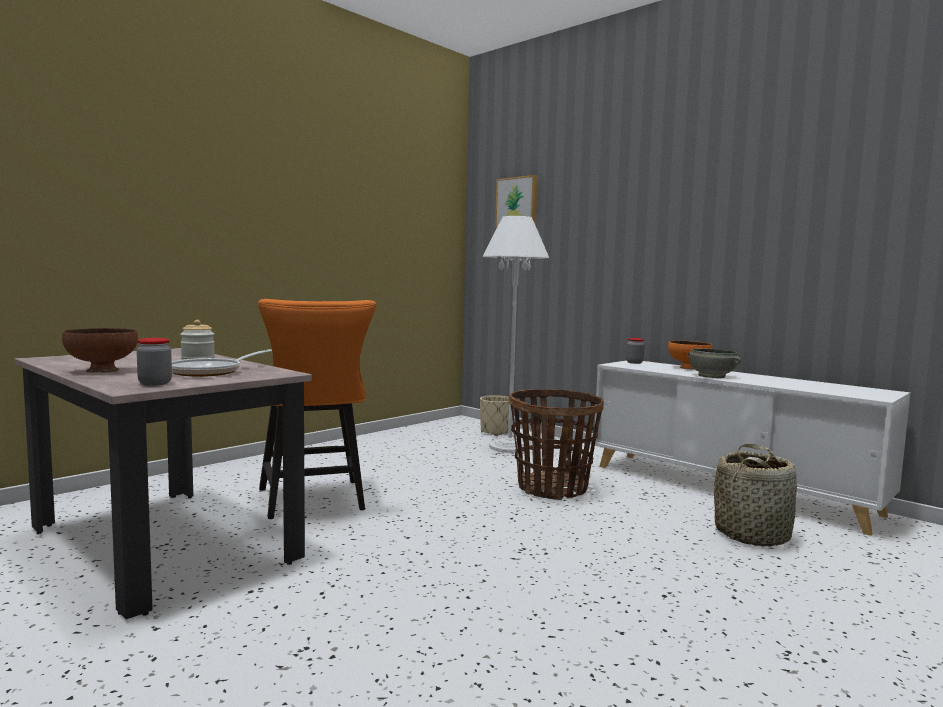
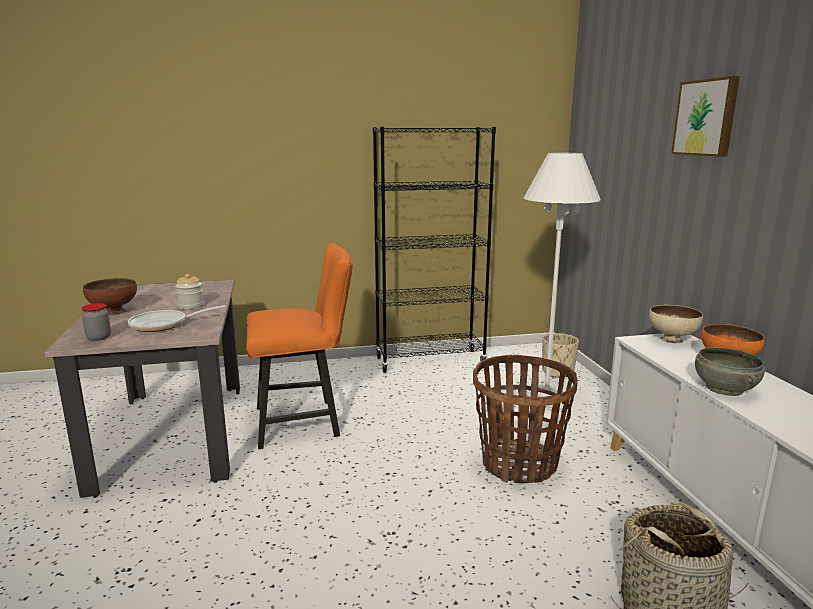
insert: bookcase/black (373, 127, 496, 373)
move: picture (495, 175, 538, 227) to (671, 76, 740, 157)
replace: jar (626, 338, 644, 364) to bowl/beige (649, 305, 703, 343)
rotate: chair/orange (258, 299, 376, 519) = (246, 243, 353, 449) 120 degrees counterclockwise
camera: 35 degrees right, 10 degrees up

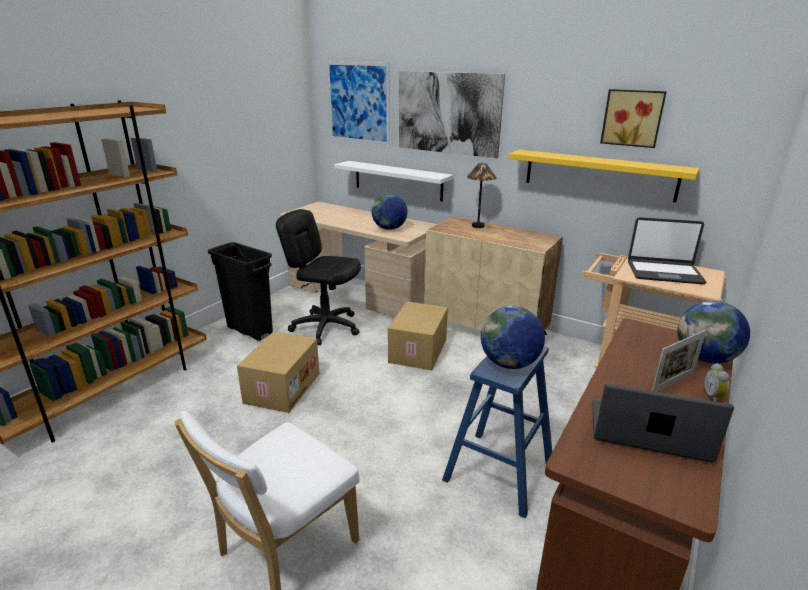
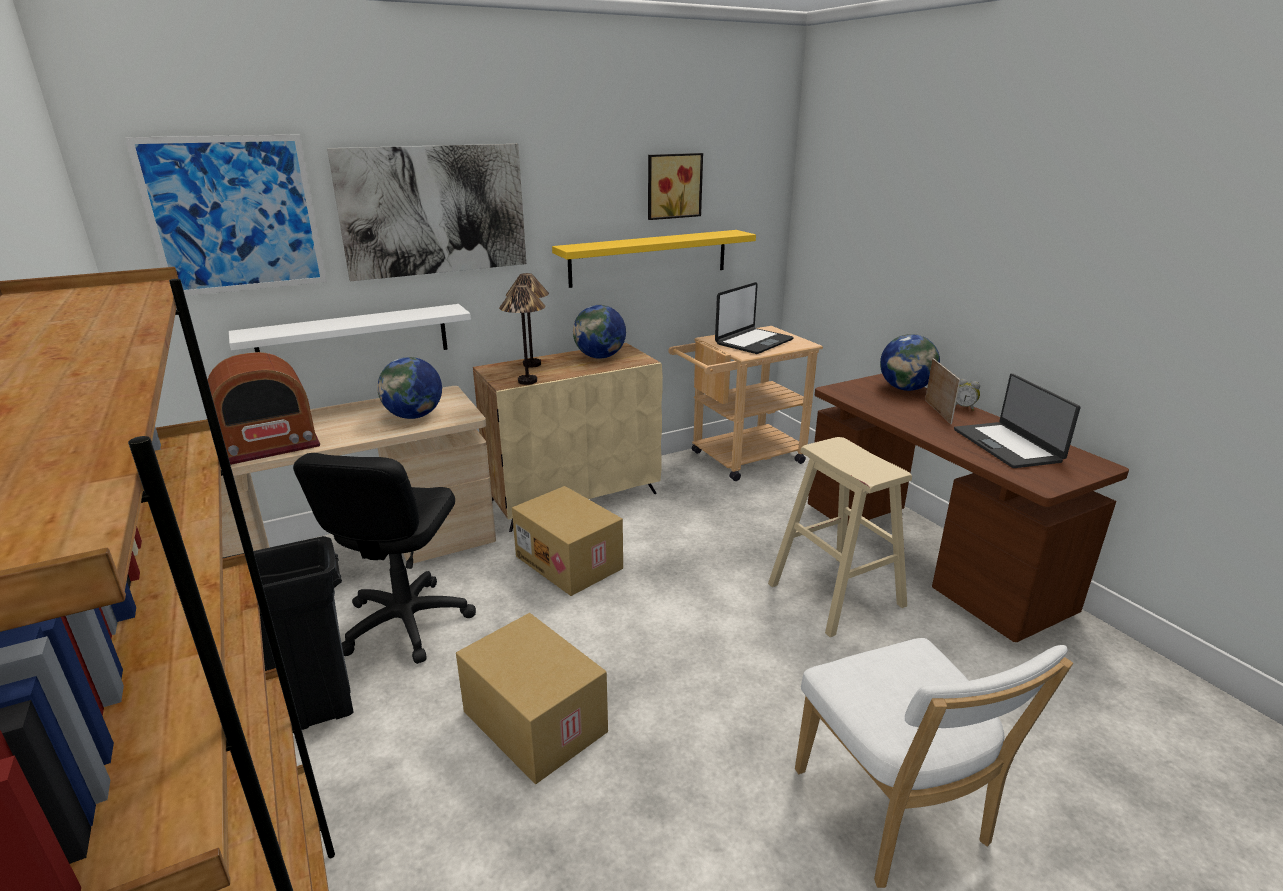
insert: radio (208, 352, 320, 465); table lamp (499, 285, 546, 385)
move: globe (481, 306, 545, 369) to (573, 305, 626, 359)
recolor: stool/blue (442, 346, 552, 518) to stool/beige (768, 437, 912, 637)
rotate: office chair/black (276, 209, 361, 345) = (293, 453, 476, 664) 45 degrees counterclockwise; laptop (592, 384, 734, 462) = (954, 374, 1081, 468) 60 degrees counterclockwise
camera: 60 degrees left, 0 degrees up

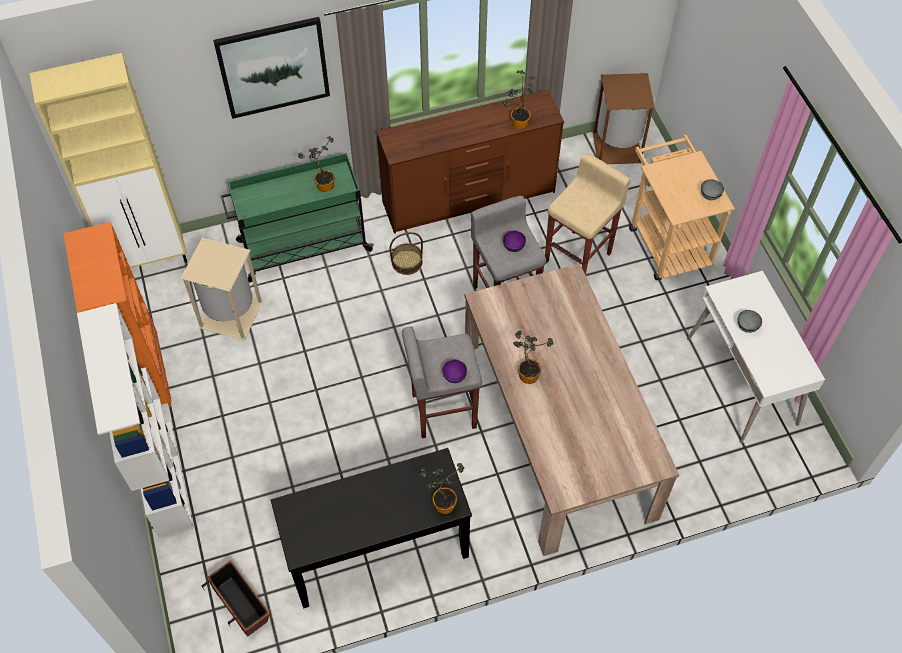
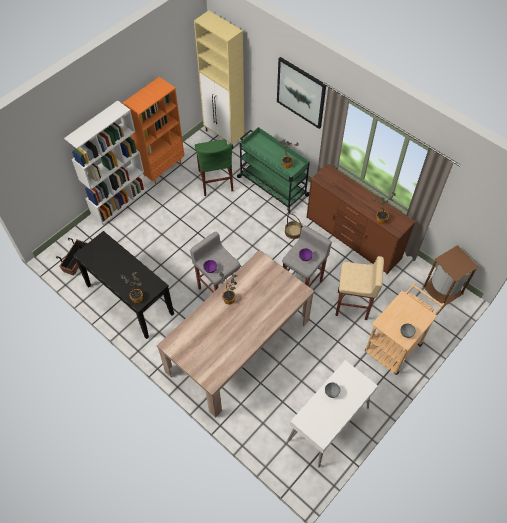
replace: trash can/beige (180, 238, 263, 340) to chair/green (195, 139, 233, 196)
camera: 60 degrees right, 0 degrees up

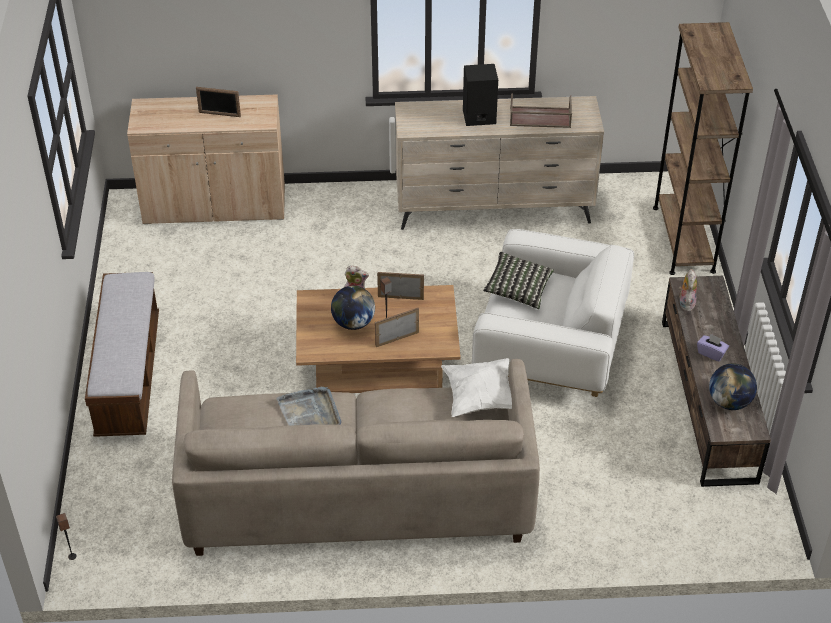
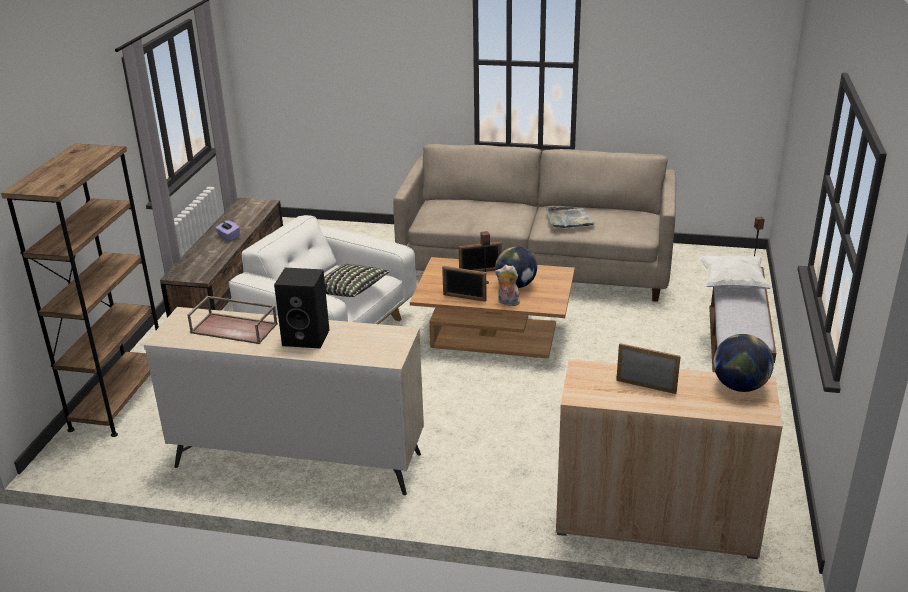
delete: plush toy (678, 269, 697, 311)
move: pillow/white (441, 358, 512, 417) to (699, 255, 772, 289); globe (709, 363, 757, 410) to (713, 334, 774, 392)
camera: 165 degrees left, 15 degrees down

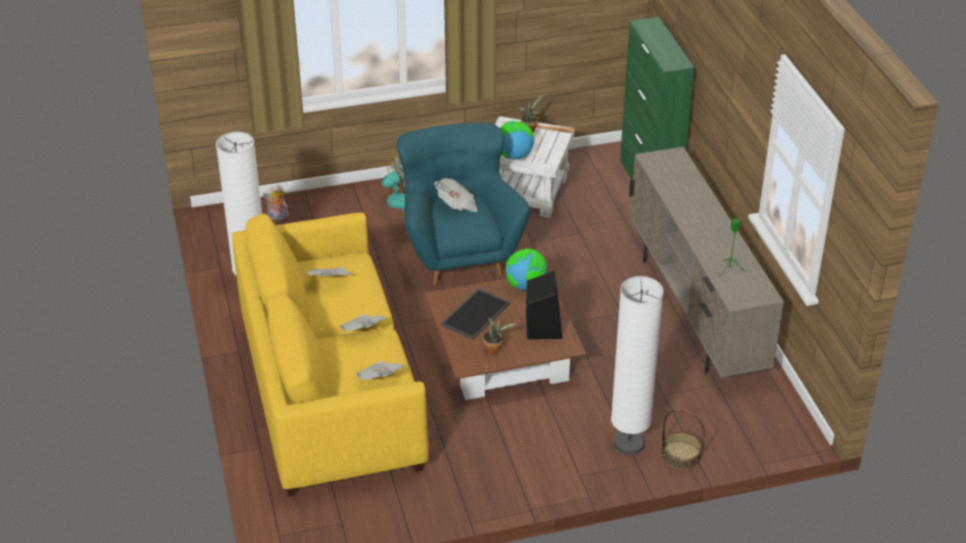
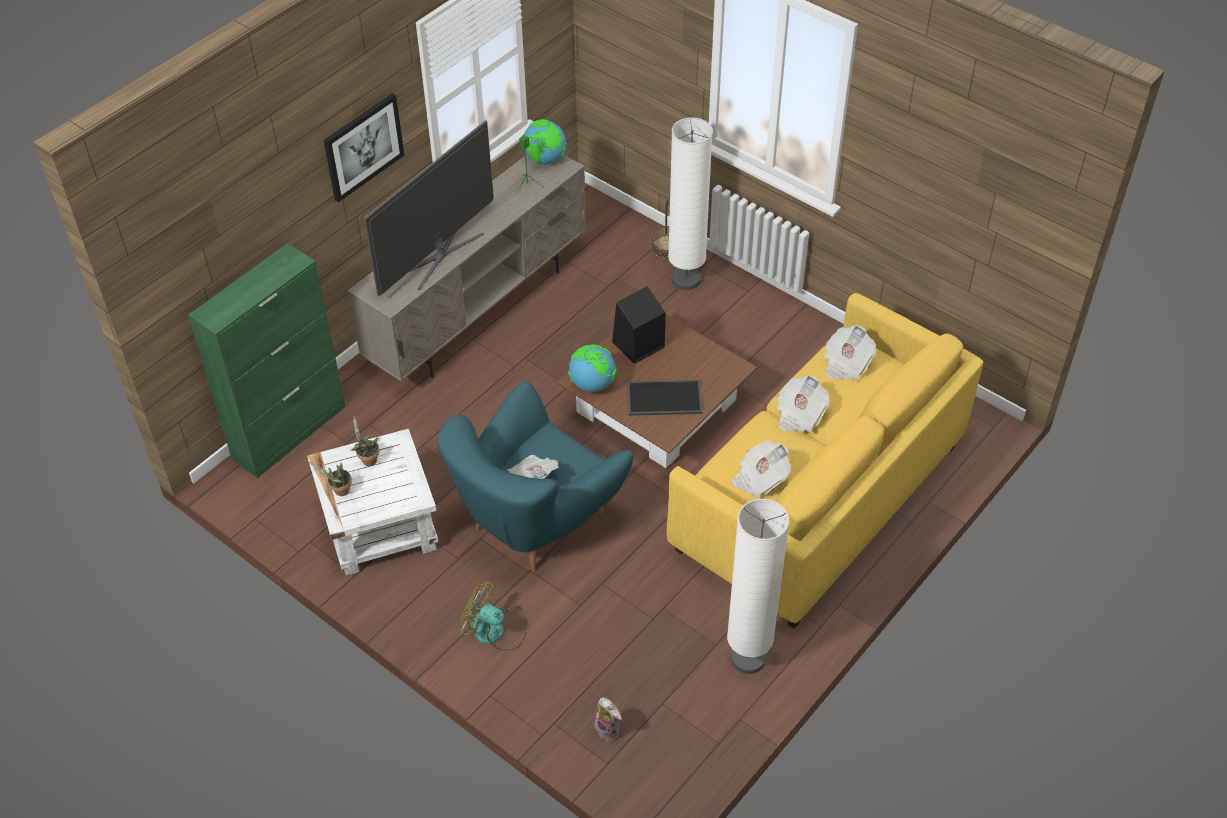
insert: picture (324, 93, 404, 203); television (364, 120, 494, 296)
move: potted plant (483, 317, 517, 354) to (350, 416, 379, 466); globe (500, 121, 534, 160) to (524, 119, 567, 164)
camera: 125 degrees left, 10 degrees up

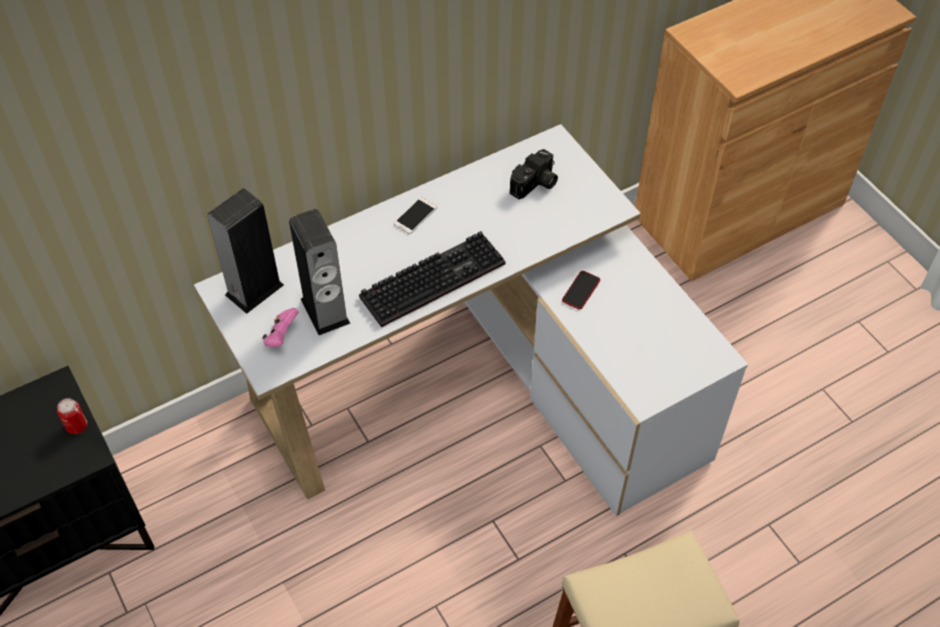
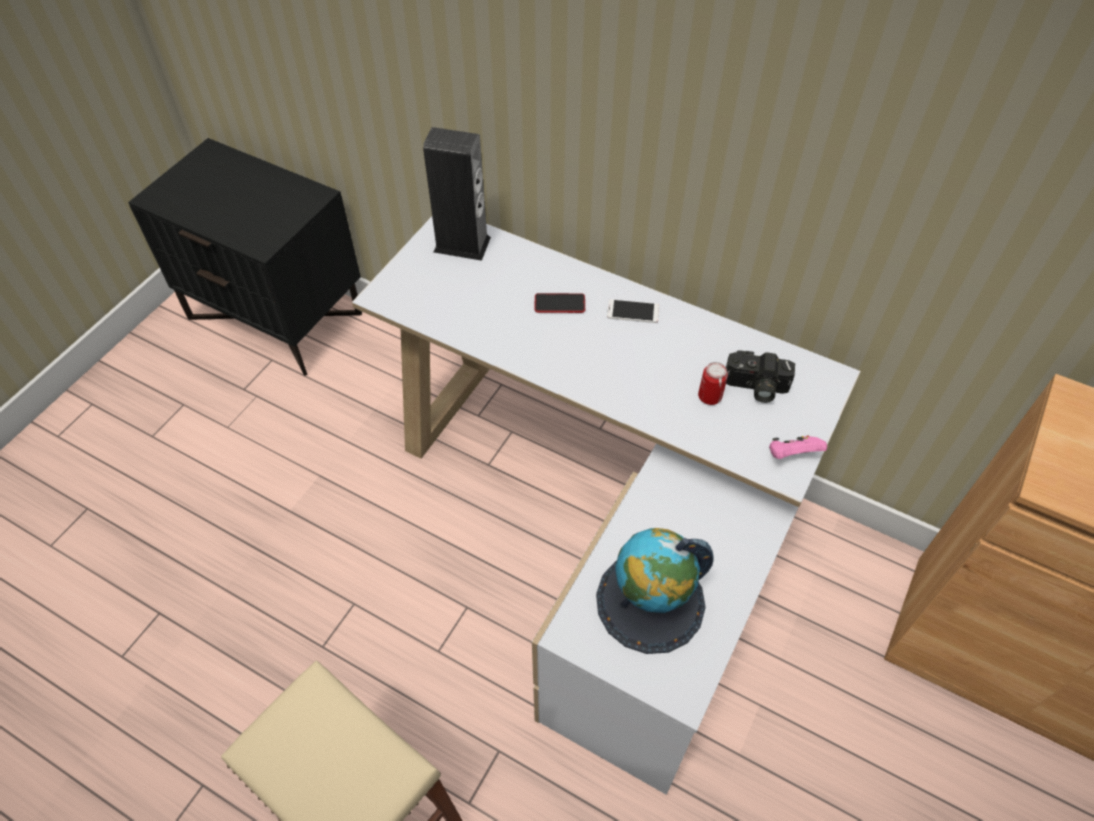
delete: speaker (289, 209, 351, 335); keyboard (359, 231, 506, 327)
insert: globe (596, 528, 714, 654)
move: can (57, 398, 87, 434) to (698, 362, 728, 405); game controller/pink (262, 308, 299, 348) to (769, 435, 827, 459); phone (562, 271, 600, 310) to (534, 293, 585, 313)
camera: 60 degrees right, 0 degrees up

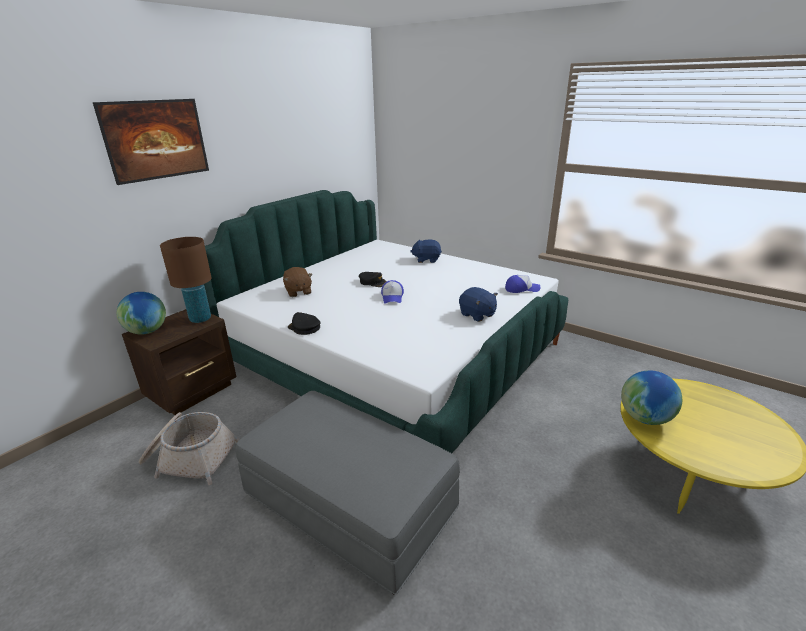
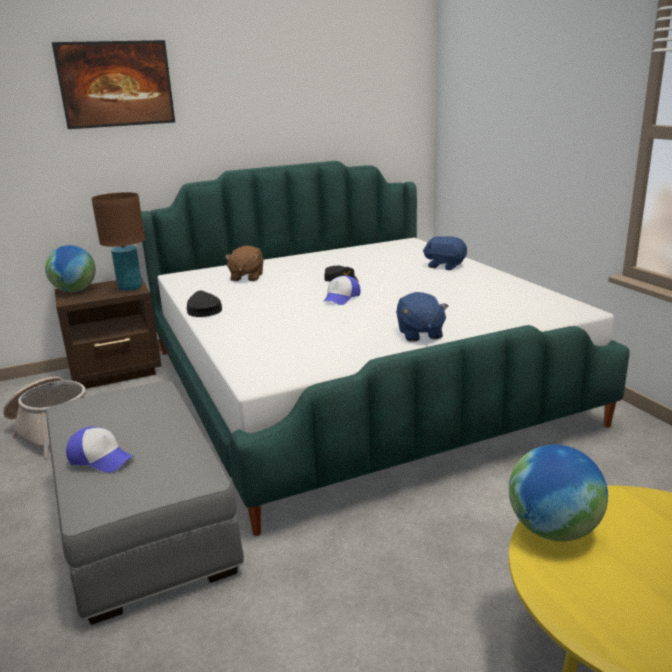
move: cap (505, 275, 540, 293) to (66, 427, 134, 473)
camera: 30 degrees right, 5 degrees down

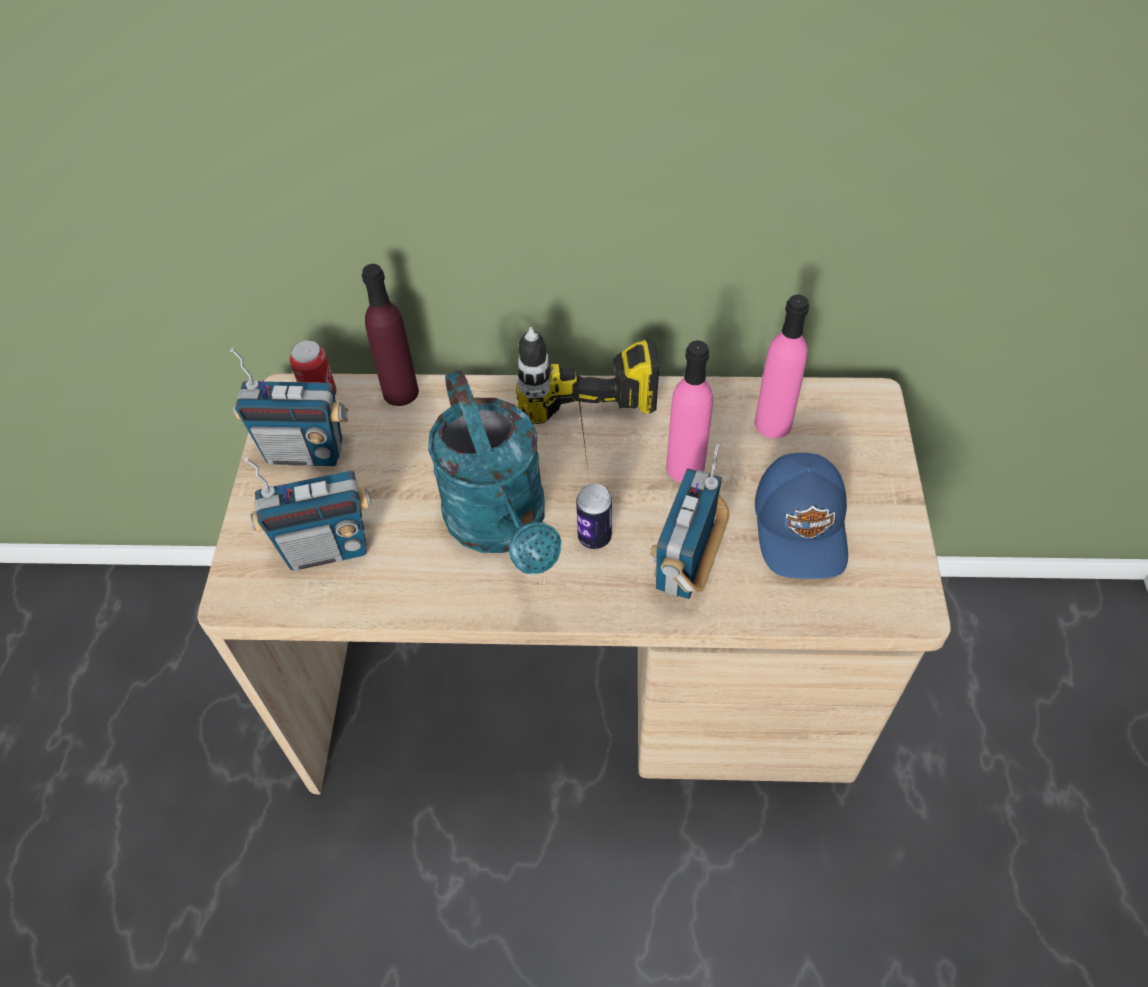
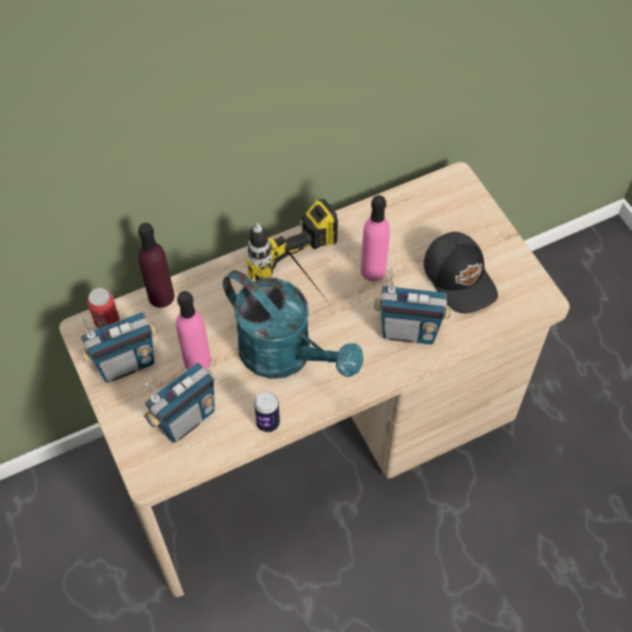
move: can (576, 484, 612, 549) to (254, 391, 280, 432); bottle/pink (754, 294, 809, 438) to (176, 291, 211, 370)
recolor: cap/blue (755, 453, 848, 579) to cap/black (424, 232, 498, 314)
rotate: radio (650, 443, 729, 599) = (374, 268, 451, 344) 75 degrees counterclockwise
camera: 30 degrees left, 5 degrees up

